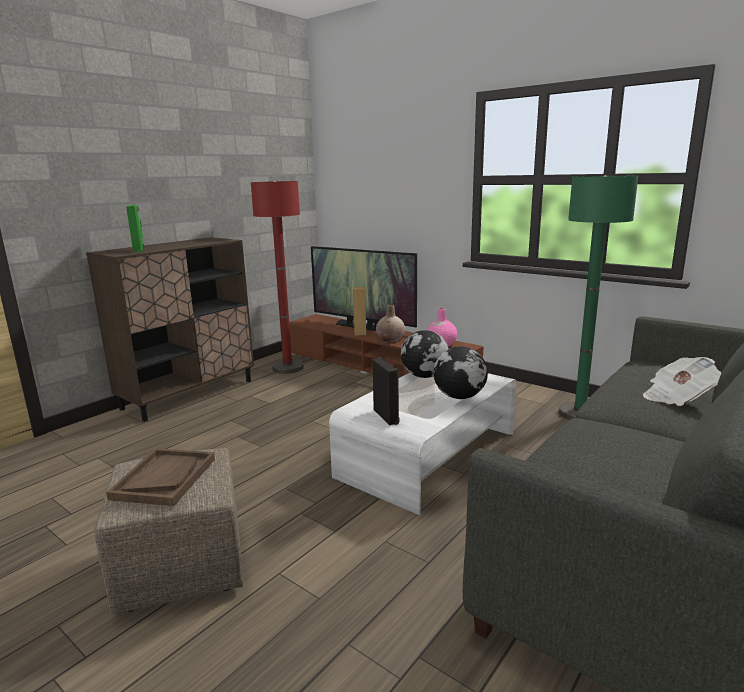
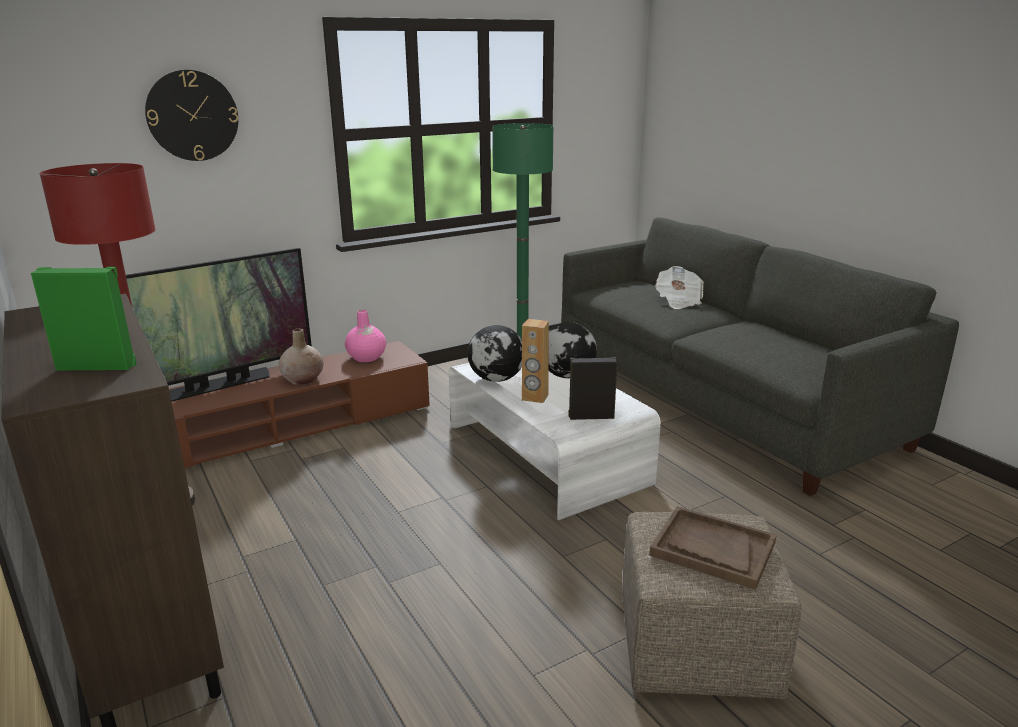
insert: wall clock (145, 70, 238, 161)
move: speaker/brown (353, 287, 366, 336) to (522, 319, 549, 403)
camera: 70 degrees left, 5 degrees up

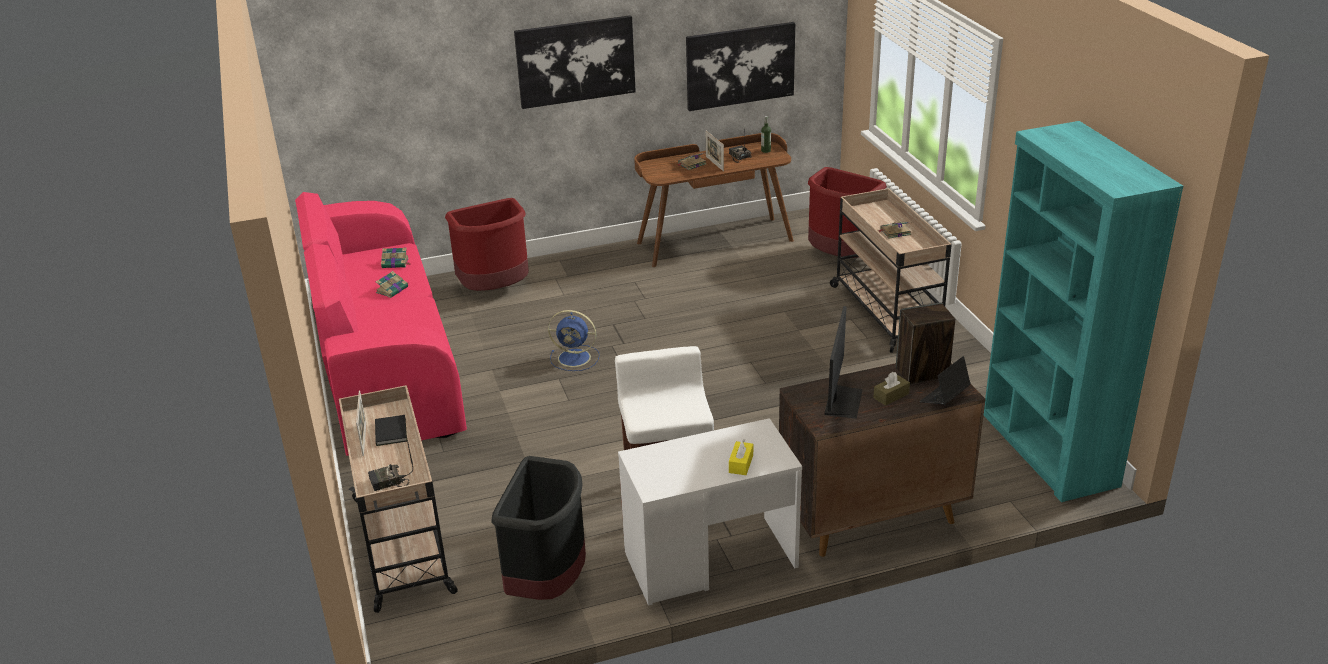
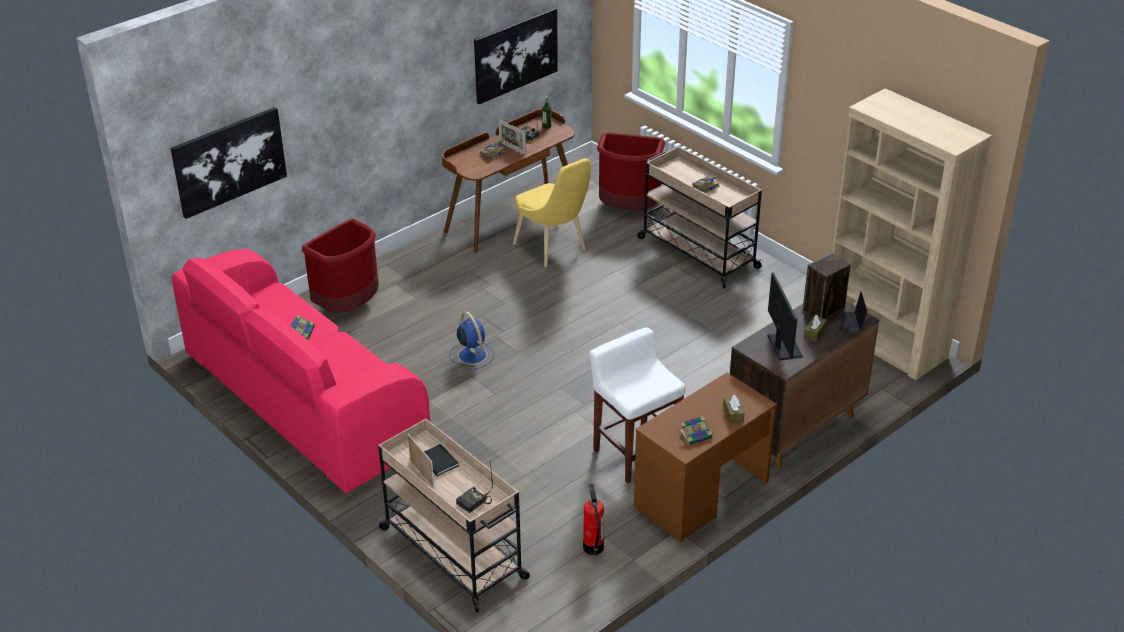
insert: chair/yellow (513, 158, 591, 267)
move: book (381, 248, 411, 268) to (678, 416, 714, 445); picture (514, 15, 636, 109) to (170, 107, 287, 219)
replace: trash can/black (491, 456, 586, 600) to fire extinguisher (583, 484, 604, 555)
recolor: desk/white (618, 418, 802, 606) to desk/brown (634, 372, 777, 542); tissue box/yellow (729, 439, 753, 475) to tissue box/brown (723, 395, 744, 423); bookcase/turquoise (983, 121, 1183, 502) to bookcase/beige (832, 89, 992, 380)
rotate: fan/blue (548, 310, 599, 371) = (449, 312, 494, 370) 105 degrees counterclockwise
camera: 25 degrees left, 5 degrees up

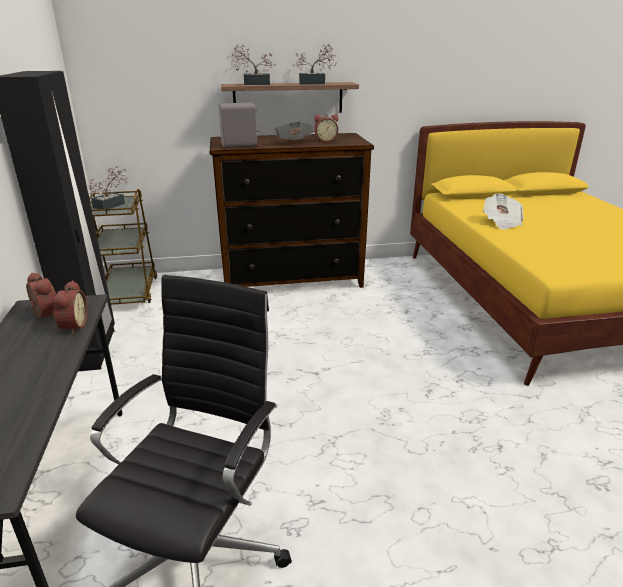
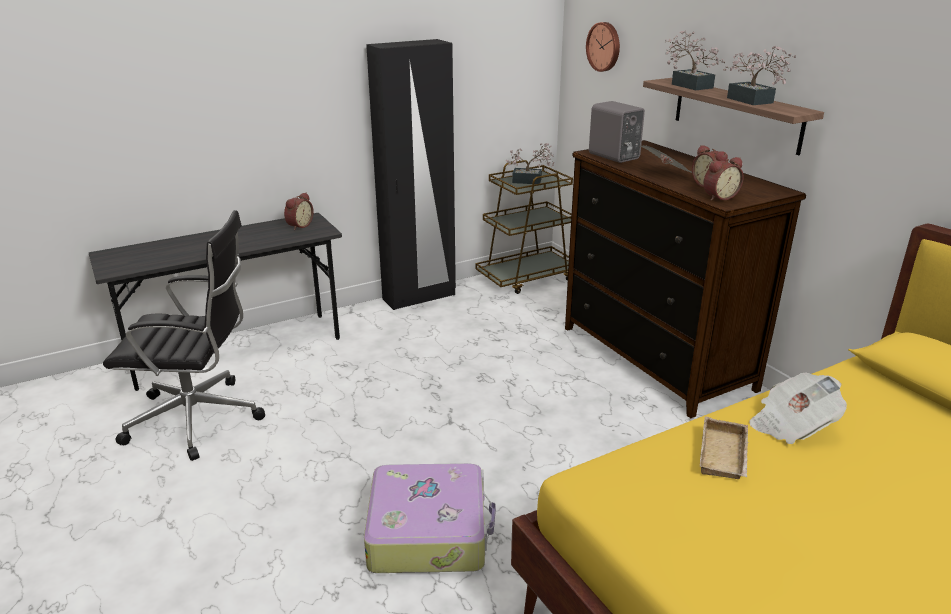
insert: suitcase (364, 463, 496, 573); wall clock (586, 22, 620, 72); tray/beige (700, 416, 748, 479)
move: alarm clock (52, 280, 88, 334) to (703, 157, 744, 201)
camera: 70 degrees right, 0 degrees up

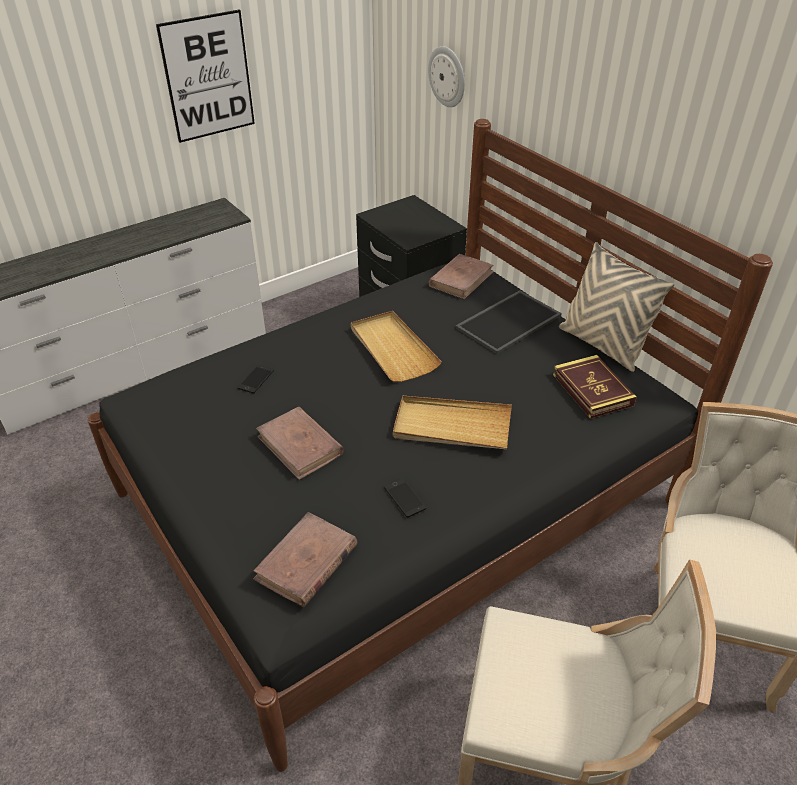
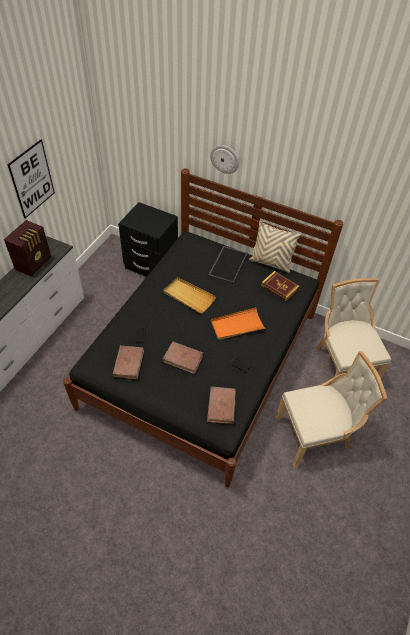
insert: radio (4, 220, 51, 276)
move: wall clock (428, 46, 465, 107) to (210, 145, 239, 174); book/brown (429, 254, 494, 299) to (112, 345, 144, 379)
recolor: tray/beige (393, 396, 512, 450) to tray/orange (211, 307, 266, 340)
camera: 30 degrees left, 10 degrees up

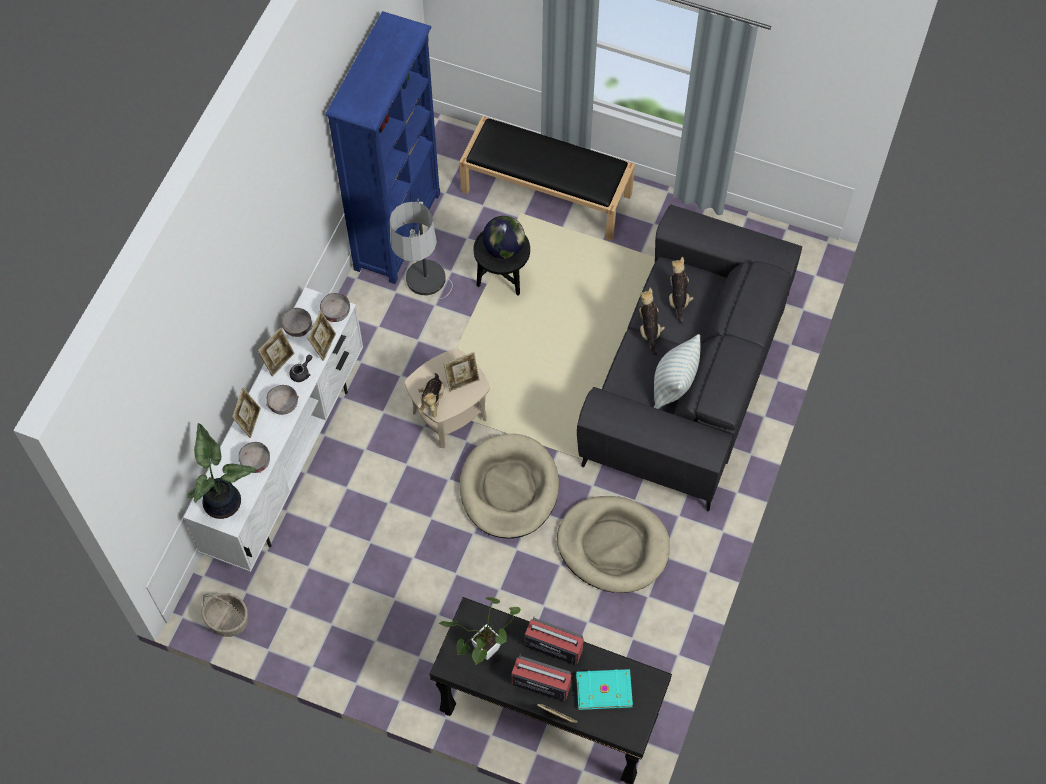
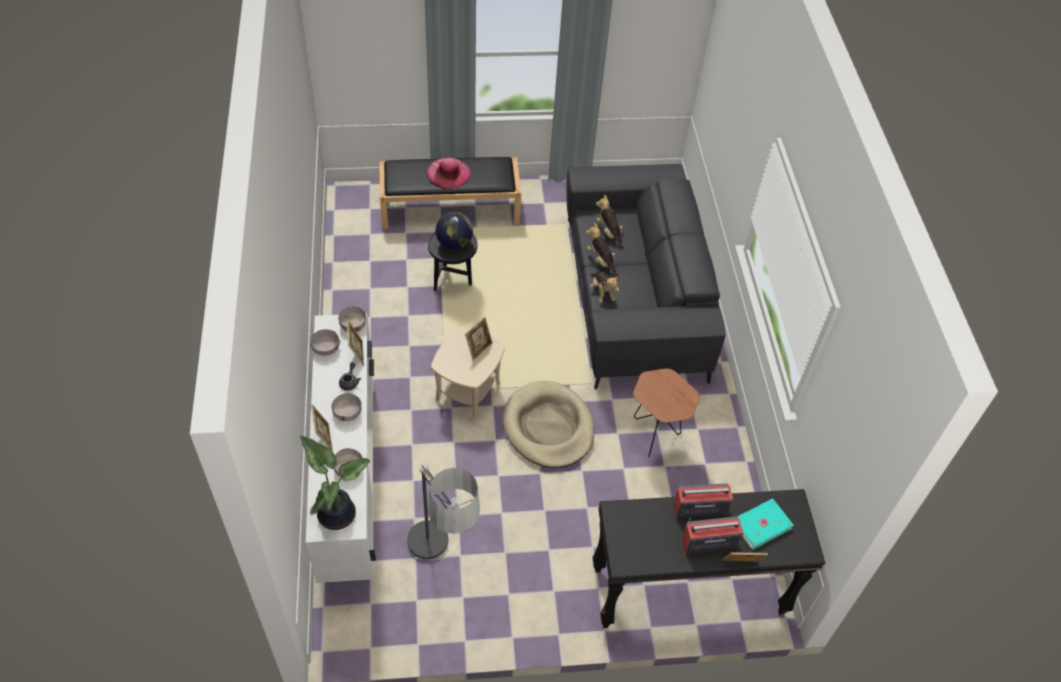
delete: basket (202, 593, 248, 637); picture frame (258, 328, 295, 376); bookcase/blue (325, 11, 440, 284); potted plant (439, 597, 521, 664); pillow (654, 334, 701, 409)
insert: hat/pink (426, 158, 471, 189)
move: floor lamp (390, 198, 453, 299) to (407, 465, 480, 560); plush toy (418, 373, 444, 418) to (590, 272, 619, 303)
replace: dog bed/beige (557, 496, 670, 593) to side table/brown (633, 368, 700, 457)
camera: 30 degrees left, 10 degrees down

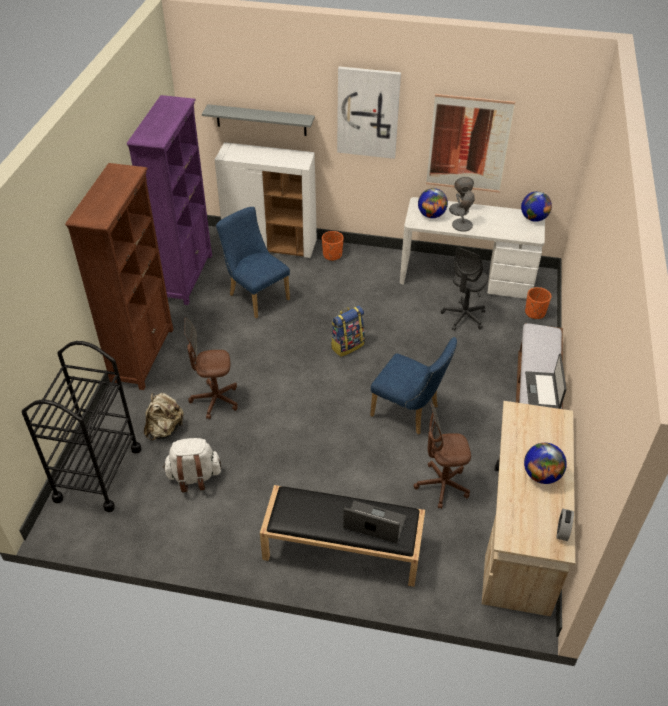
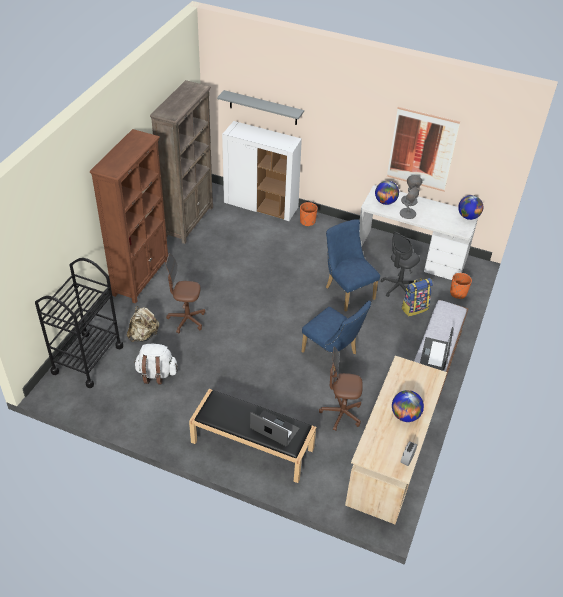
delete: picture (337, 66, 401, 159)
move: chair/blue (216, 207, 290, 318) to (326, 219, 380, 312); backpack (331, 305, 365, 357) to (401, 278, 433, 316)
recolor: bookcase/purple (127, 95, 212, 305) to bookcase/brown (150, 80, 213, 244)
camera: 10 degrees right, 0 degrees up

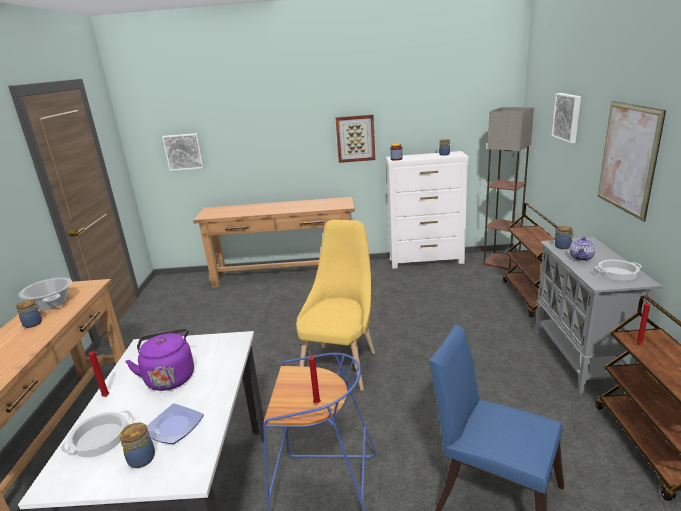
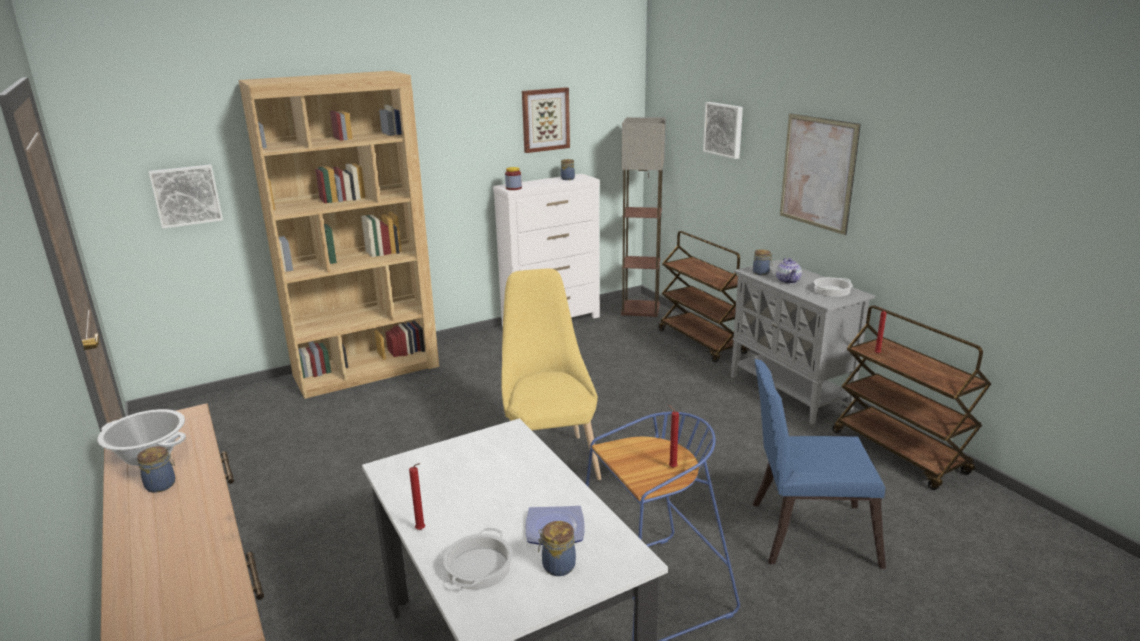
delete: kettle/purple (125, 328, 194, 391)
move: picture (336, 115, 375, 163) to (522, 87, 570, 153)
replace: console table/brown (193, 197, 355, 288) to bookcase/brown (239, 71, 439, 399)
camera: 30 degrees left, 0 degrees up

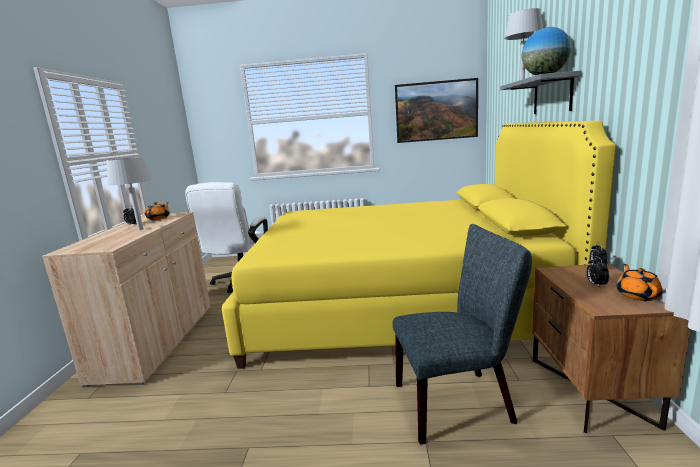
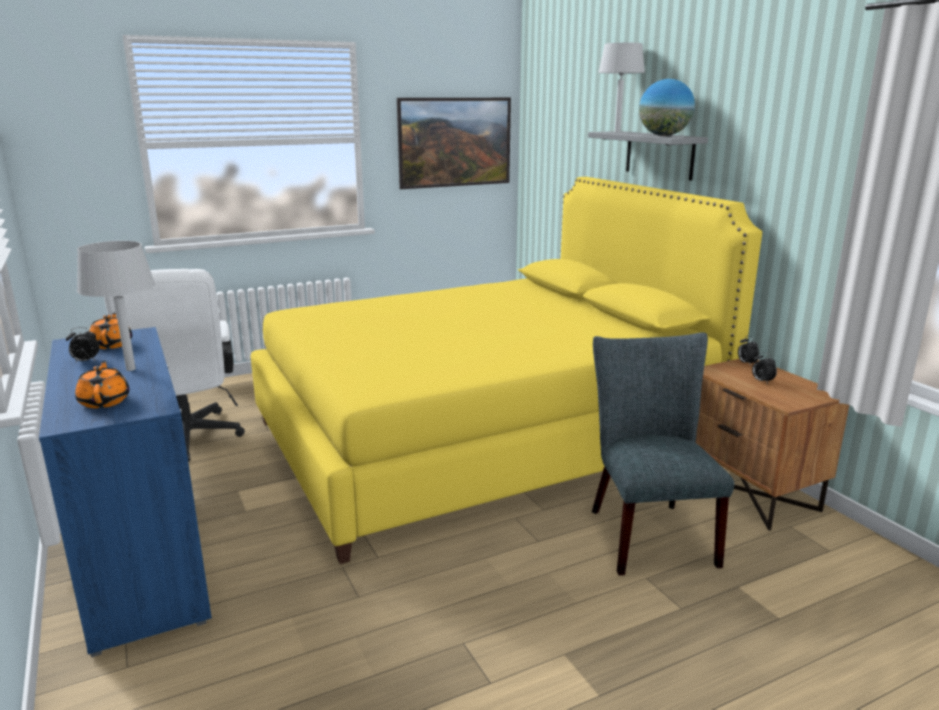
move: teapot/orange (616, 264, 662, 301) to (75, 360, 129, 408)
recolor: cabinet/beige (42, 212, 211, 387) to cabinet/blue (39, 327, 212, 657)
rotate: chair/grey (392, 224, 532, 444) = (592, 332, 734, 576) 60 degrees counterclockwise
camera: 30 degrees left, 5 degrees up

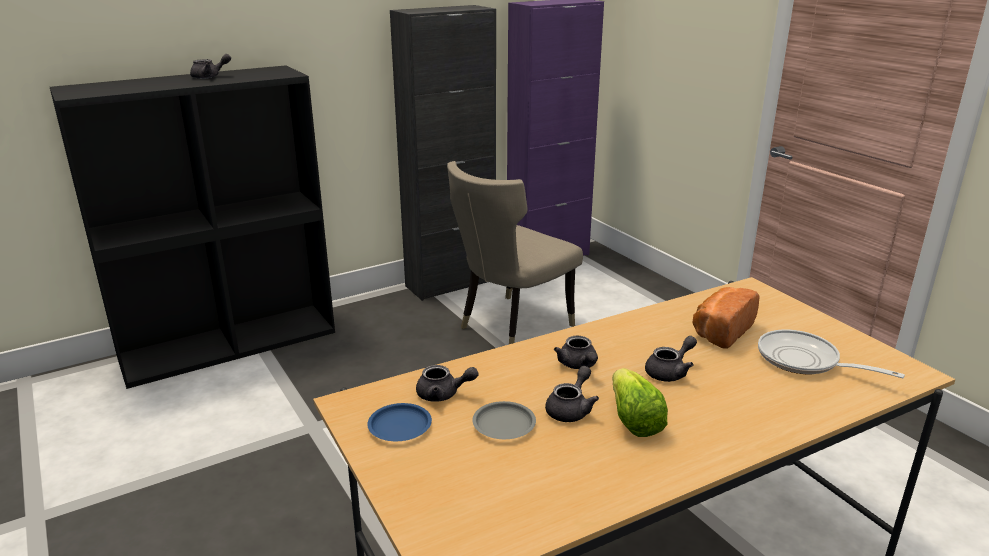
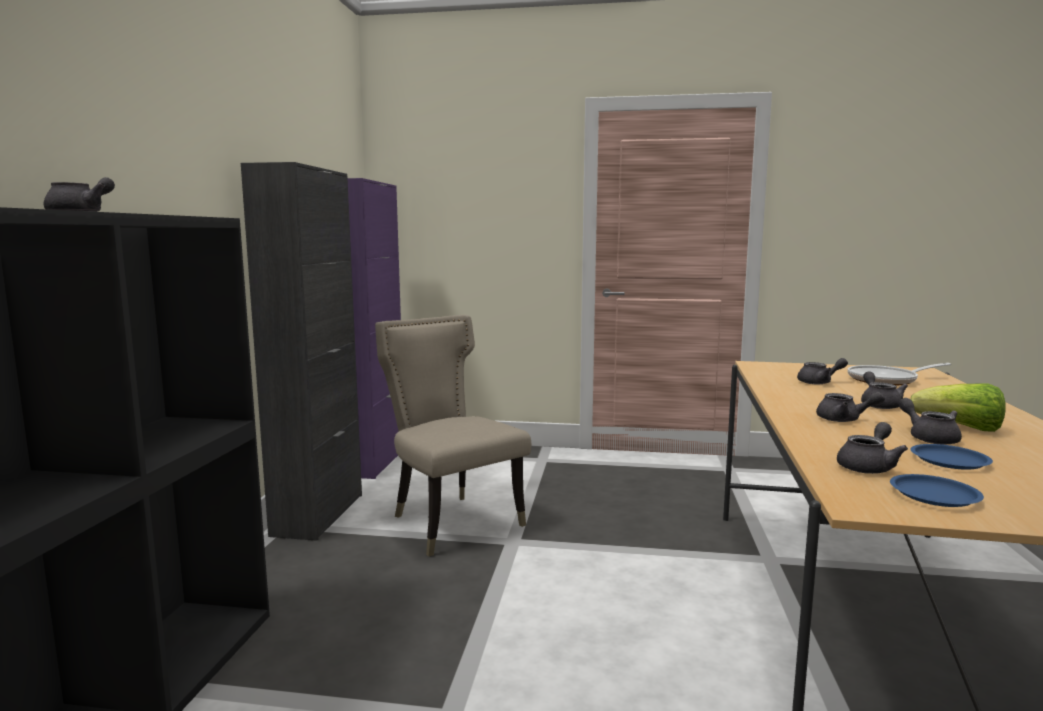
replace: bread (693, 287, 760, 349) to teapot/grey (797, 358, 848, 385)
recolor: plate/grey (472, 401, 536, 439) to plate/blue (911, 444, 993, 470)
rotate: chair/beige (447, 161, 583, 344) = (375, 315, 531, 557) 150 degrees clockwise
camera: 50 degrees left, 15 degrees down

